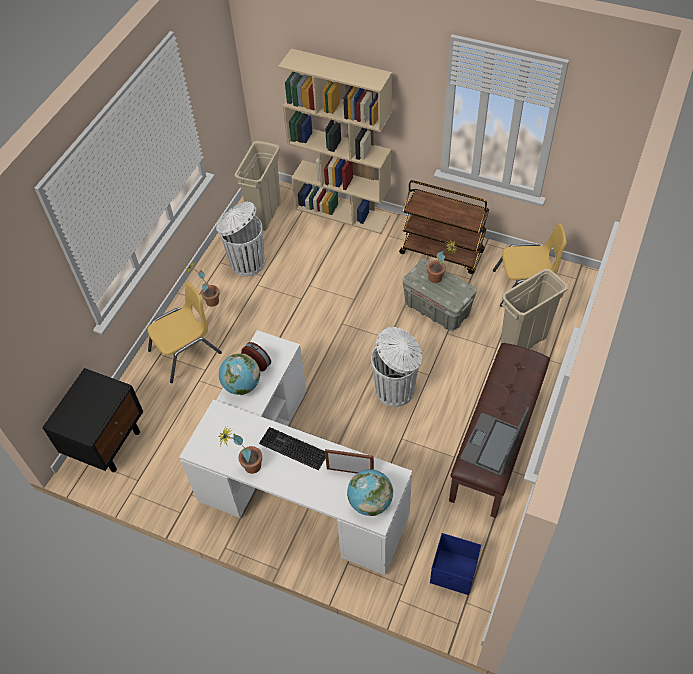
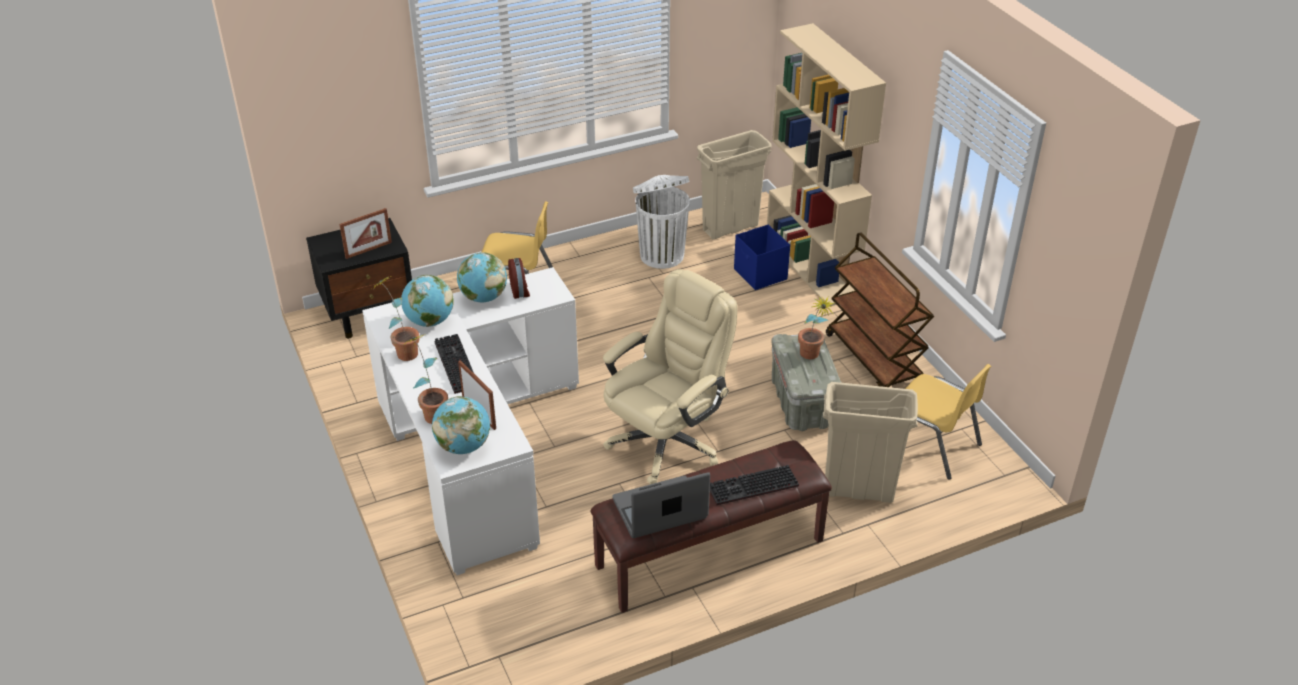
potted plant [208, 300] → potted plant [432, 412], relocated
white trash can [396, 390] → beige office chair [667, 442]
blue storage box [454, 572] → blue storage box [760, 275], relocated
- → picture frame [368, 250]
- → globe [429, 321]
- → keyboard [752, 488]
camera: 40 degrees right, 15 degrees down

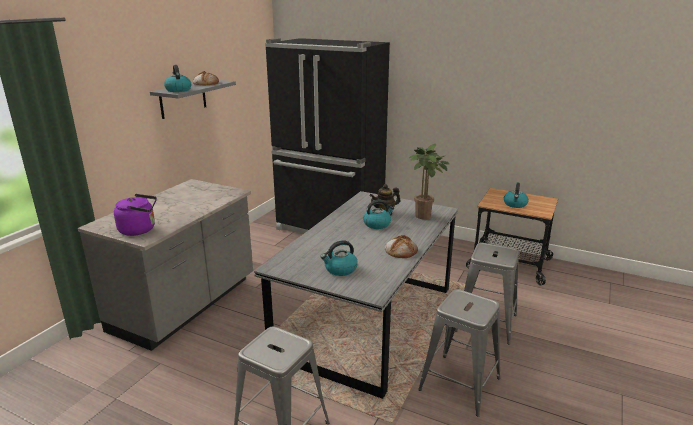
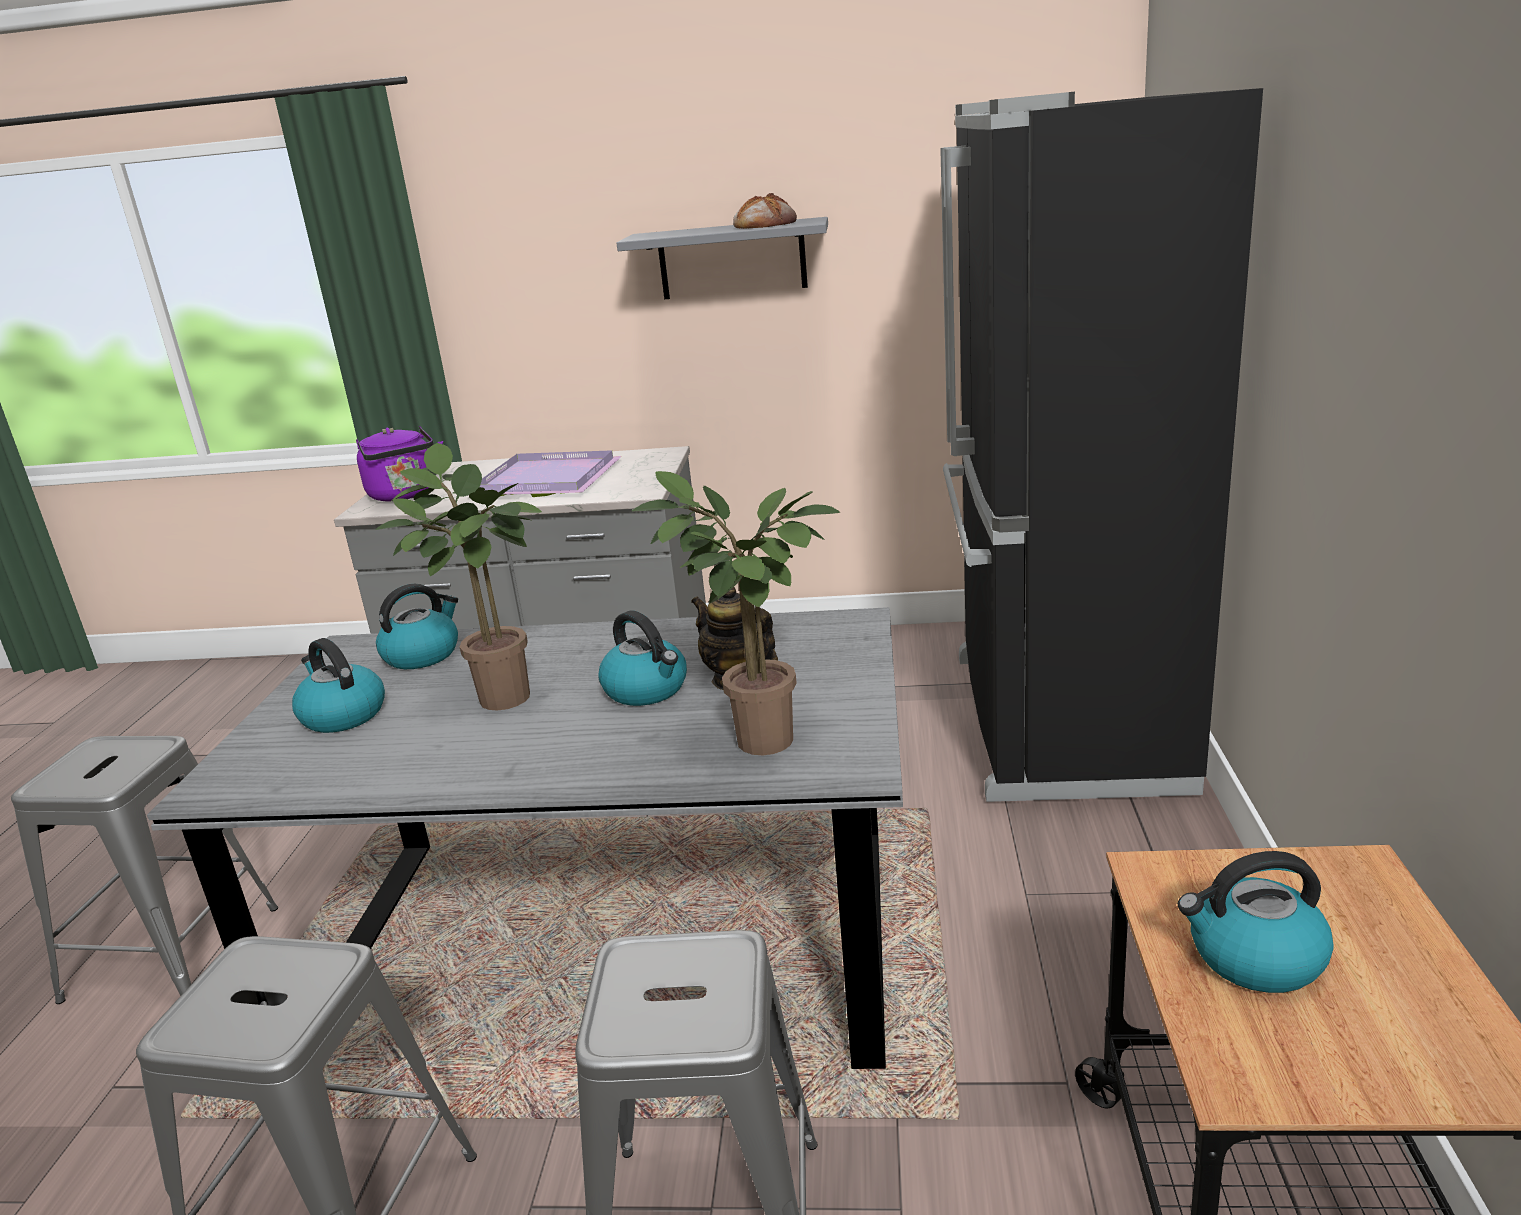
kettle [178, 90] → kettle [422, 654], relocated
bread [401, 250] → -
- → potted plant [495, 699]
- → purple tray [550, 479]
camera: 70 degrees right, 0 degrees up

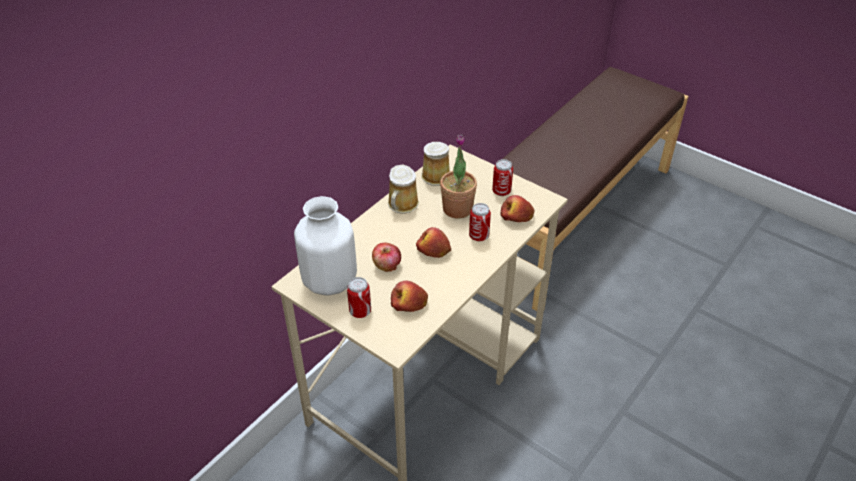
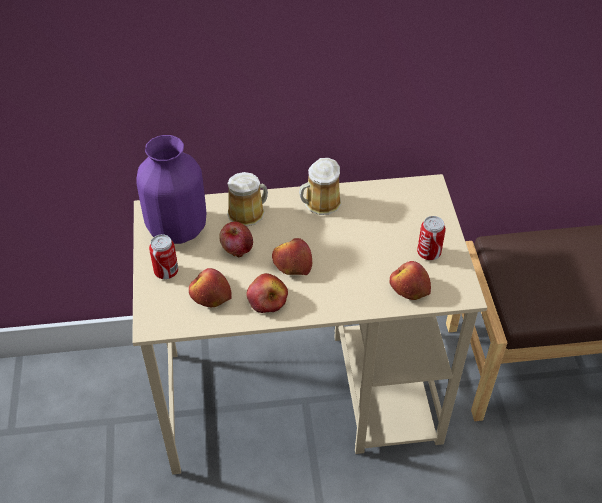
white vase [330, 281] → purple vase [178, 228]
mug [436, 175] → mug [248, 213], relocated
potted plant [457, 209] → -
can [479, 236] → -
- → apple [267, 299]
camera: 45 degrees right, 5 degrees up

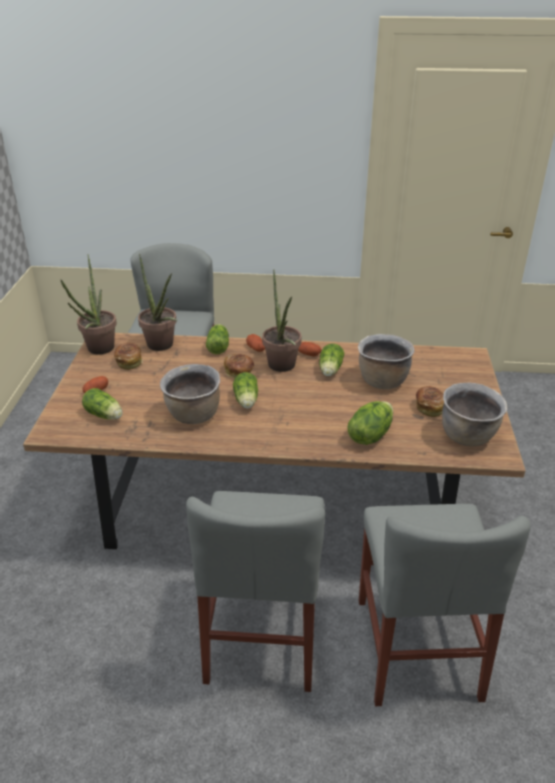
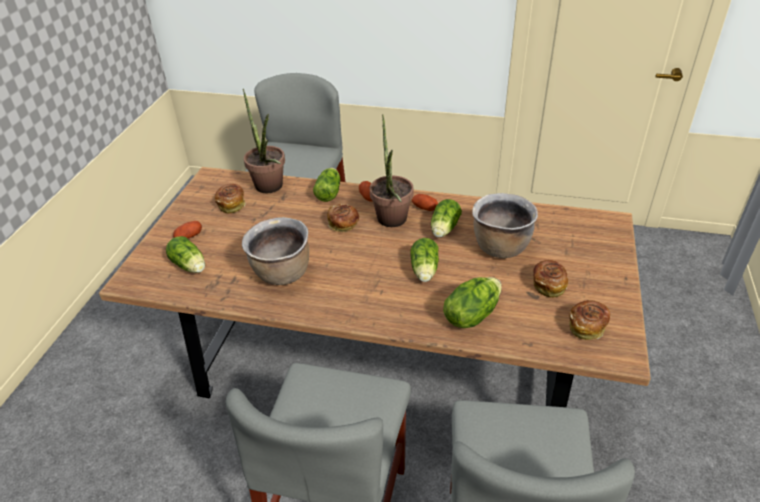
potted plant [98, 351] → -
lettuce [246, 401] → lettuce [424, 271], relocated
brown cooking pot [467, 436] → bread [587, 326]
camera: 10 degrees right, 5 degrees up

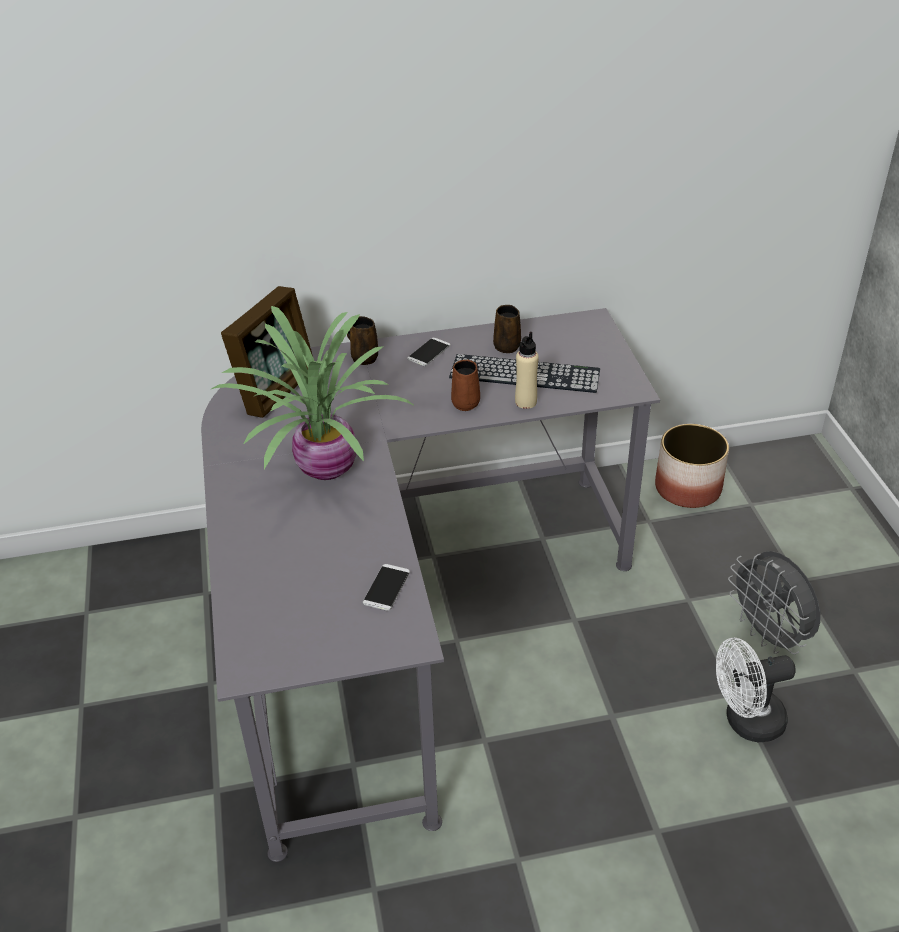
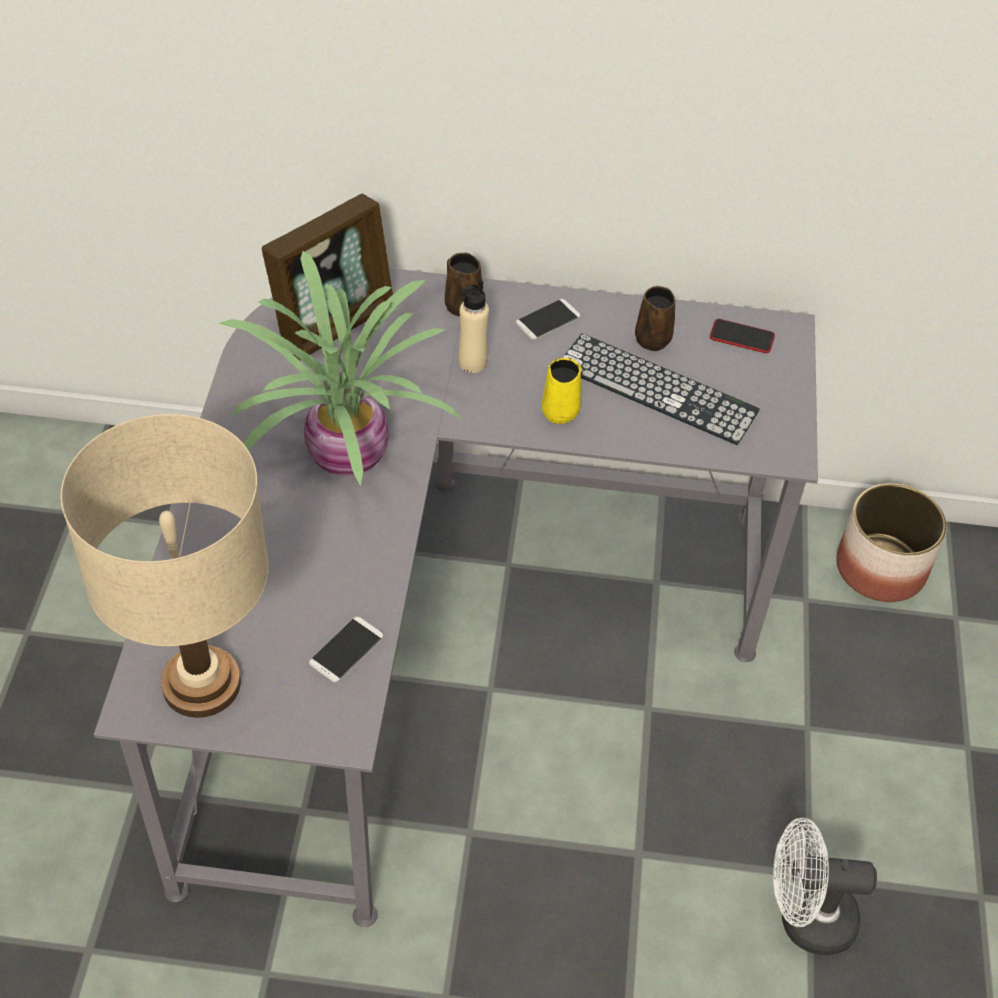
brown mug [466, 402] → yellow mug [561, 410]
beige bottle [525, 402] → beige bottle [472, 363], relocated
grey fan [768, 635] → -
- → beige table lamp [202, 684]
- → phone [741, 337]
camera: 15 degrees right, 10 degrees up

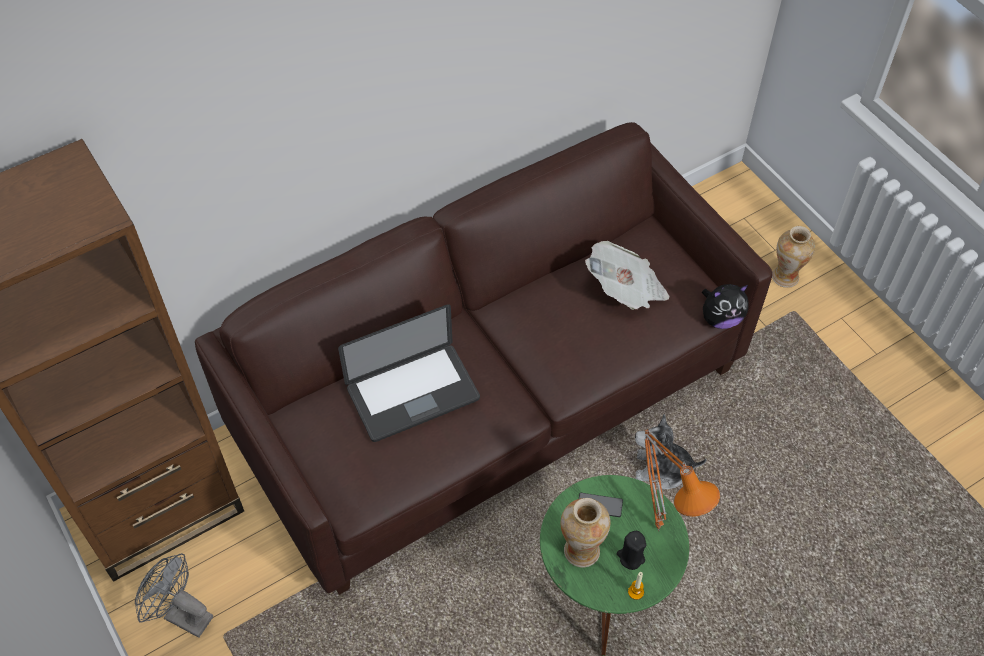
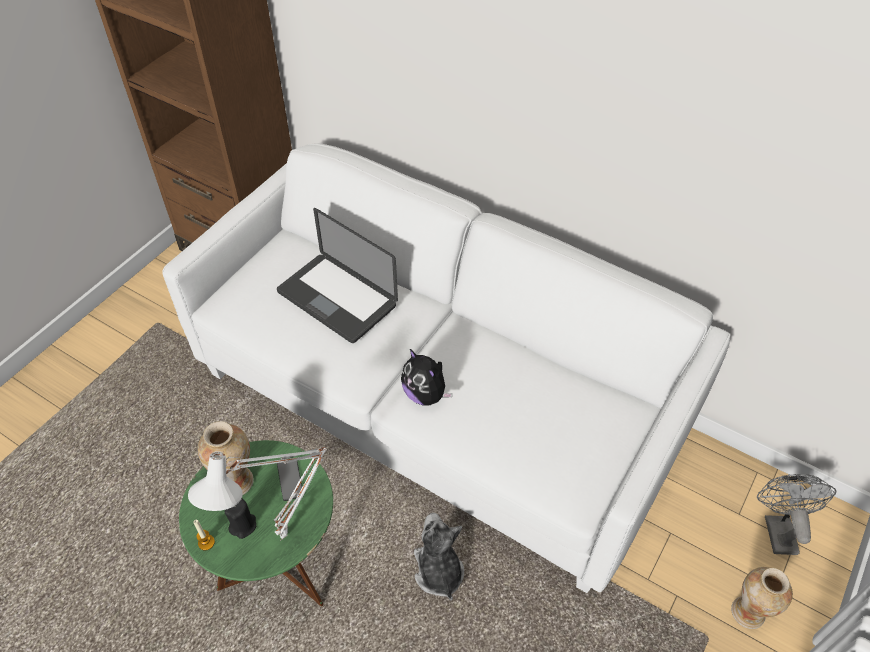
grey fan [182, 615] → grey fan [778, 528], relocated
brown sofa [491, 401] → white sofa [436, 405]
newspaper [626, 290] → -
orange table lamp [660, 527] → white table lamp [286, 540]
plush toy [720, 319] → plush toy [426, 394], relocated
camera: 65 degrees right, 5 degrees down

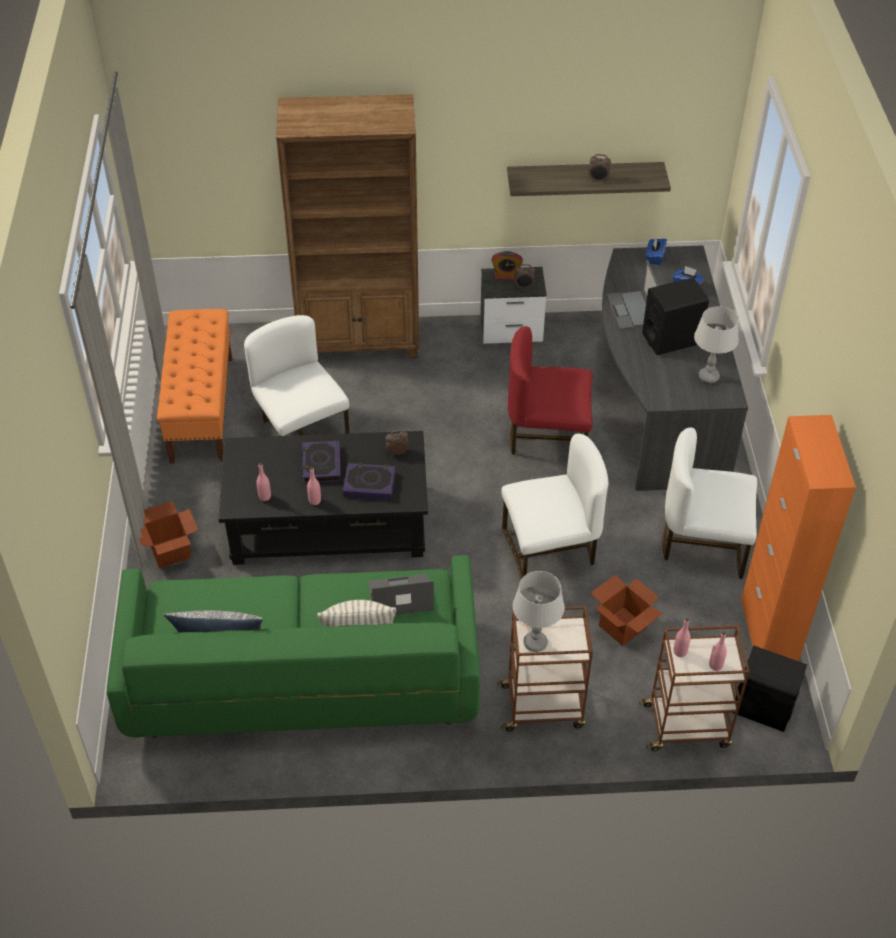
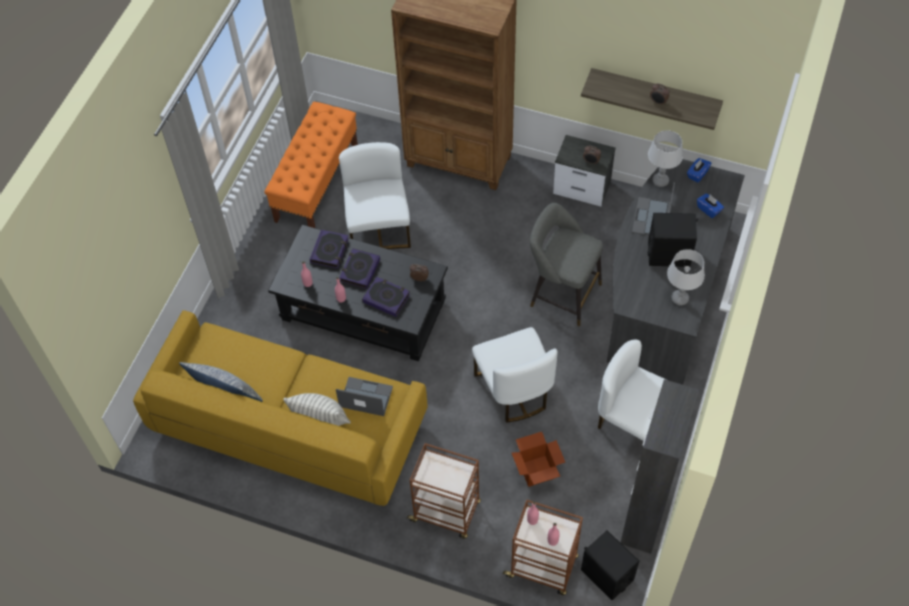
green sofa [302, 676] → yellow sofa [289, 425]
cardboard box [170, 551] → -
alarm clock [506, 276] → -
white chair [550, 552] → white chair [514, 390], 60 degrees clockwise
red chair [548, 438] → grey stool [561, 293]
grey table lamp [535, 643] → grey table lamp [660, 181], relocated
orange cabinet [768, 633] → black cabinet [644, 517]
- → book [330, 251]
camera: 25 degrees right, 10 degrees up

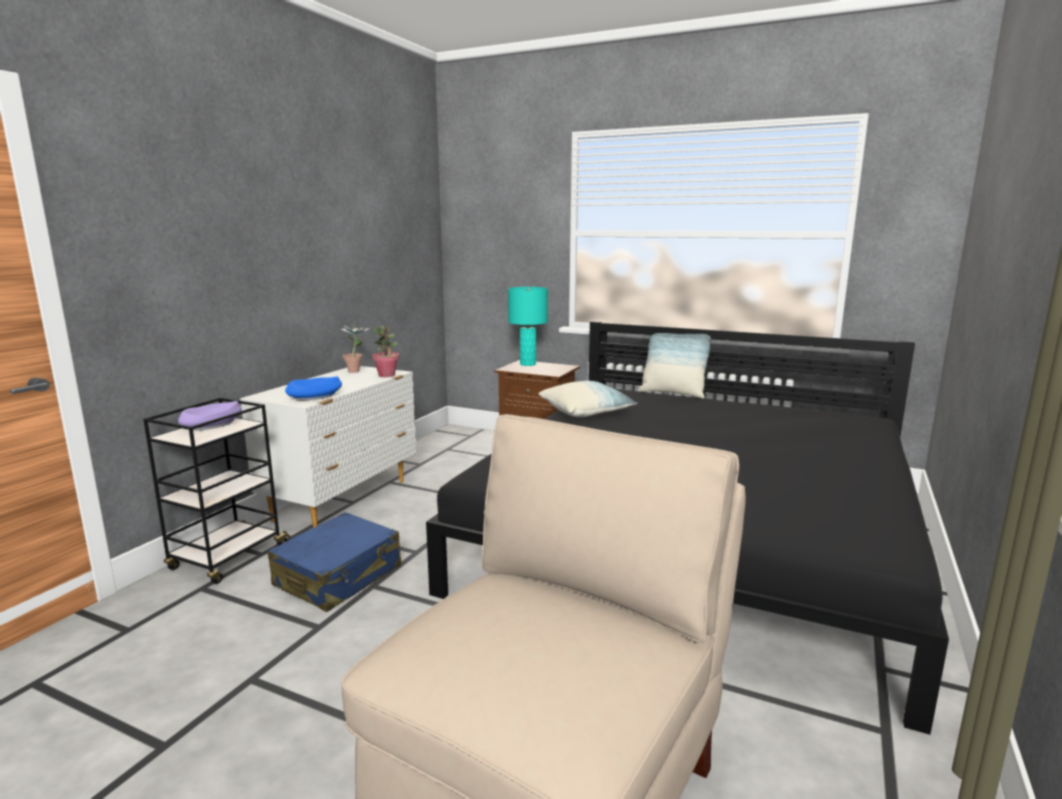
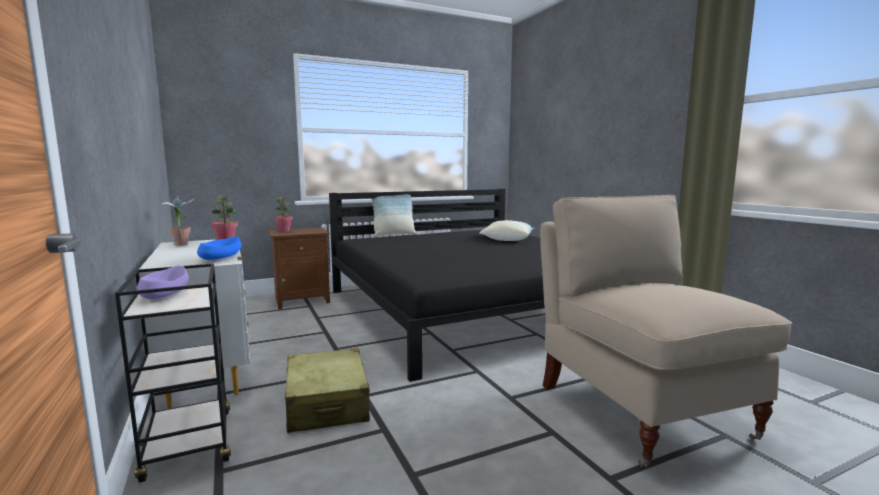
blue suitcase [339, 576] → beige suitcase [327, 403]
turquoise table lamp [528, 364] → potted plant [284, 231]
pillow [586, 412] → pillow [507, 239], relocated
camera: 50 degrees left, 5 degrees down

